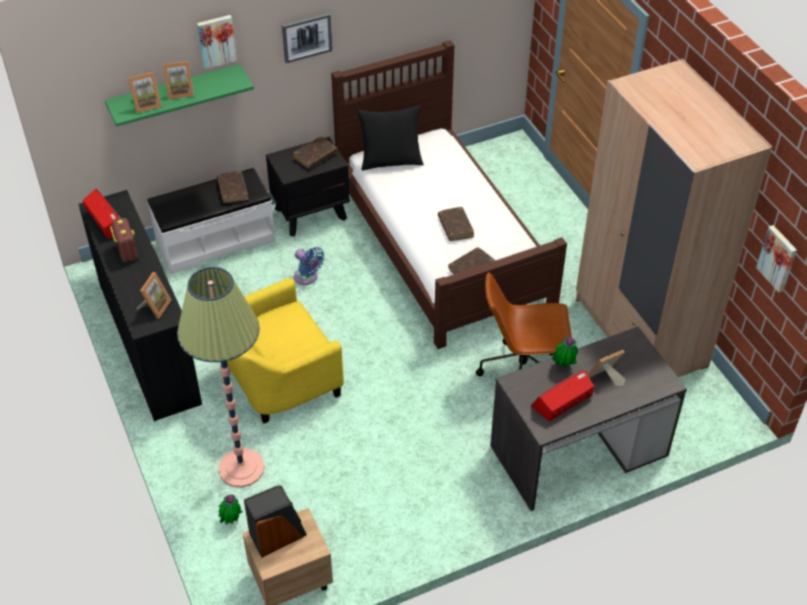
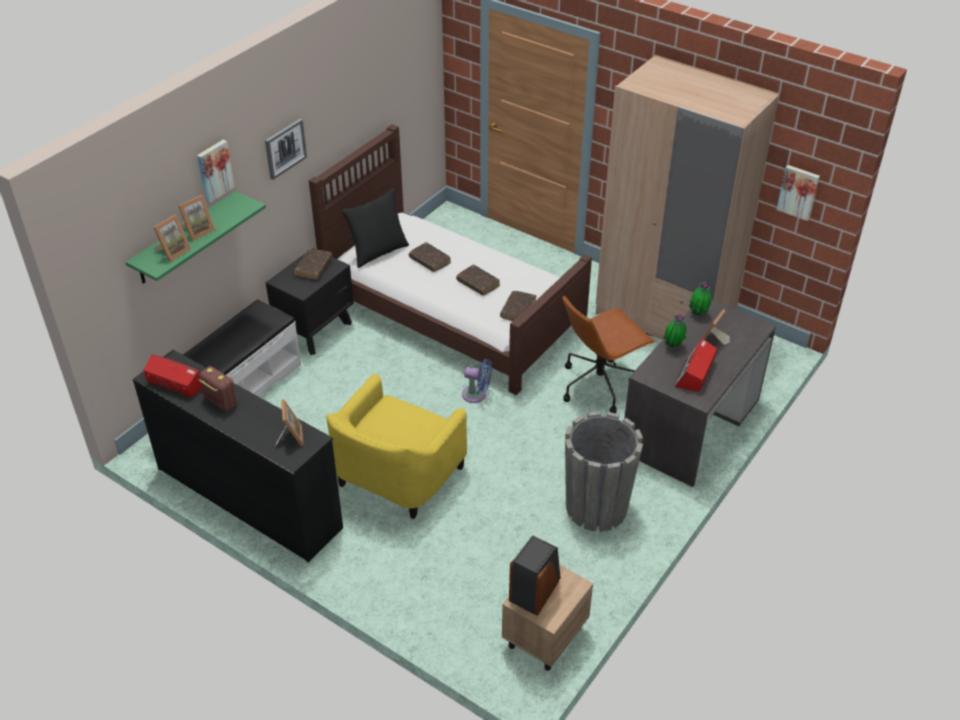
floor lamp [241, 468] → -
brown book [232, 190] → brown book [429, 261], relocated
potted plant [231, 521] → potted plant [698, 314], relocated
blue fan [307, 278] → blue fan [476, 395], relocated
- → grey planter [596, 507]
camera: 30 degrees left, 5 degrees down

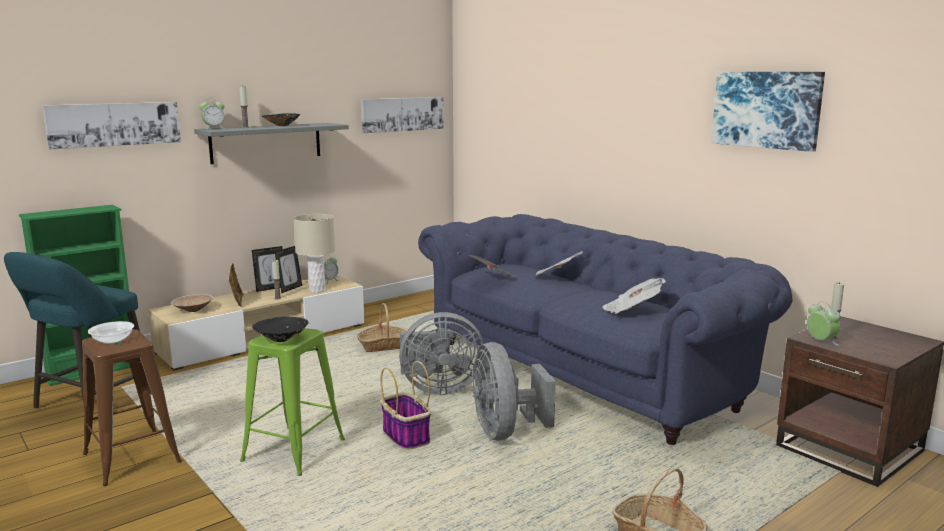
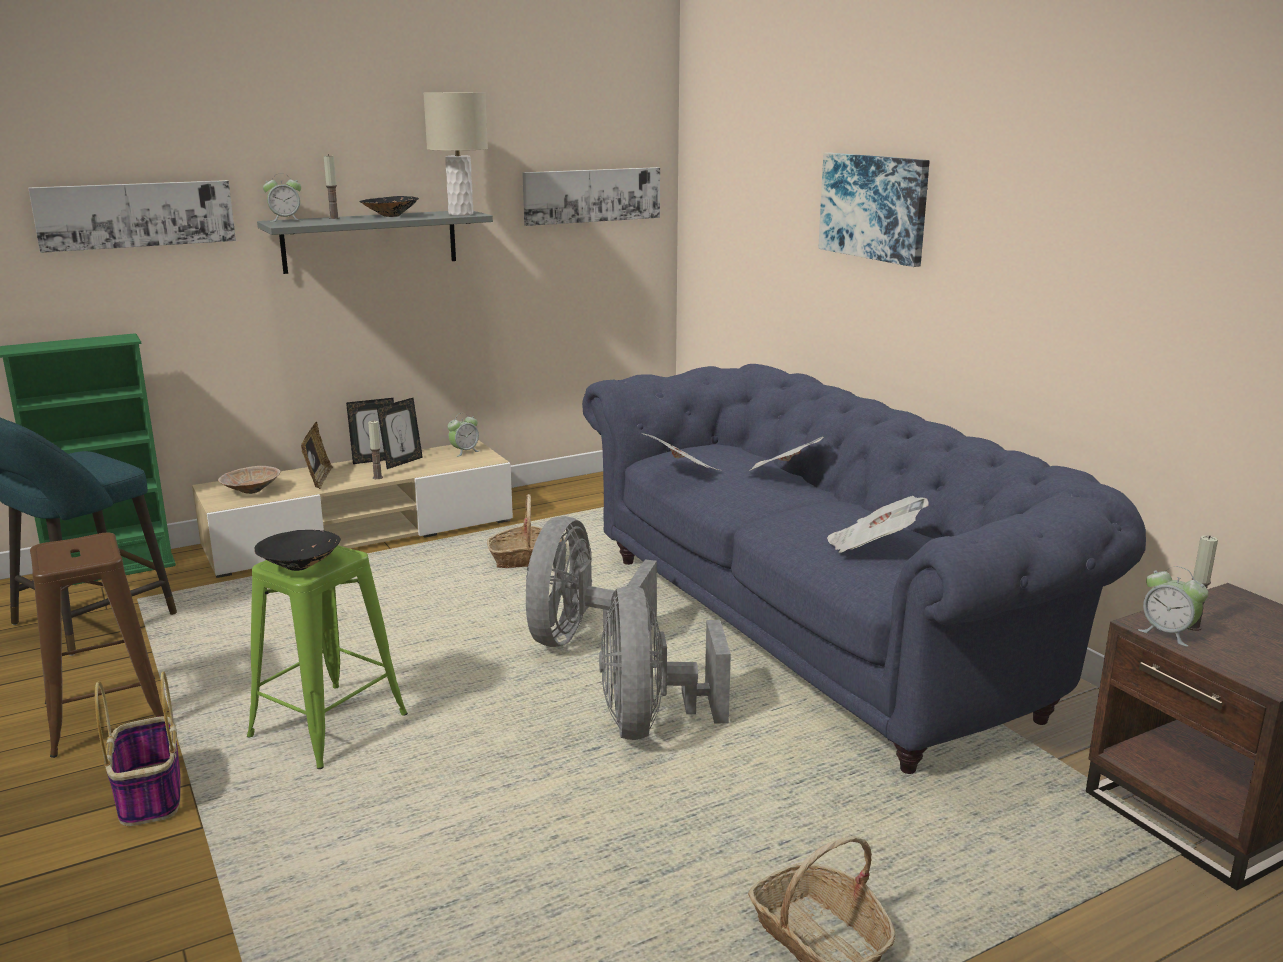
bowl [113, 340] → -
beige table lamp [317, 290] → beige table lamp [460, 214], relocated
basket [405, 436] → basket [150, 794], relocated
grey fan [438, 389] → grey fan [578, 639], 105 degrees clockwise
picture [766, 109] → picture [874, 207], relocated
alarm clock [821, 341] → alarm clock [1167, 634], 150 degrees clockwise
camera: 10 degrees right, 5 degrees up

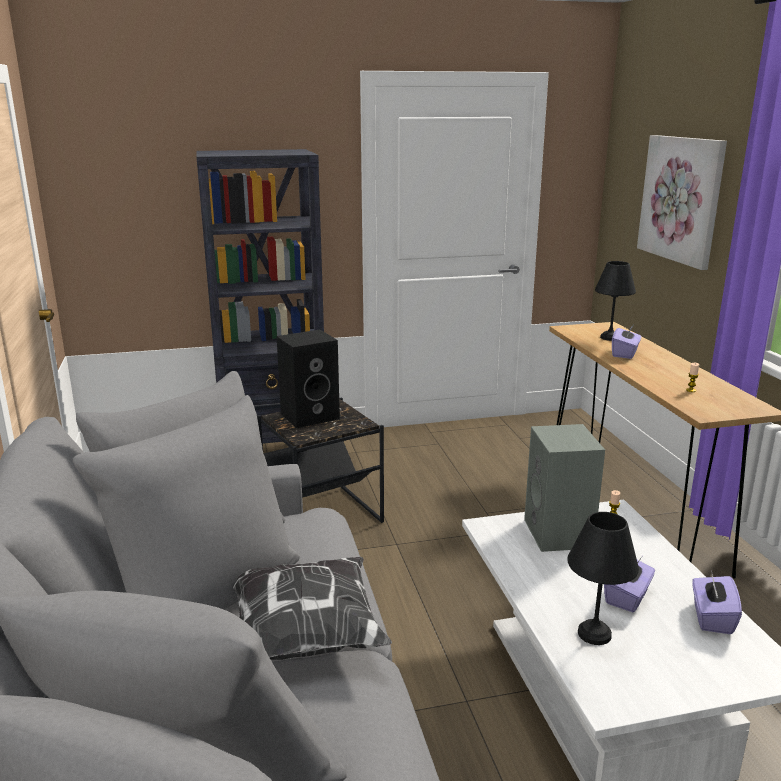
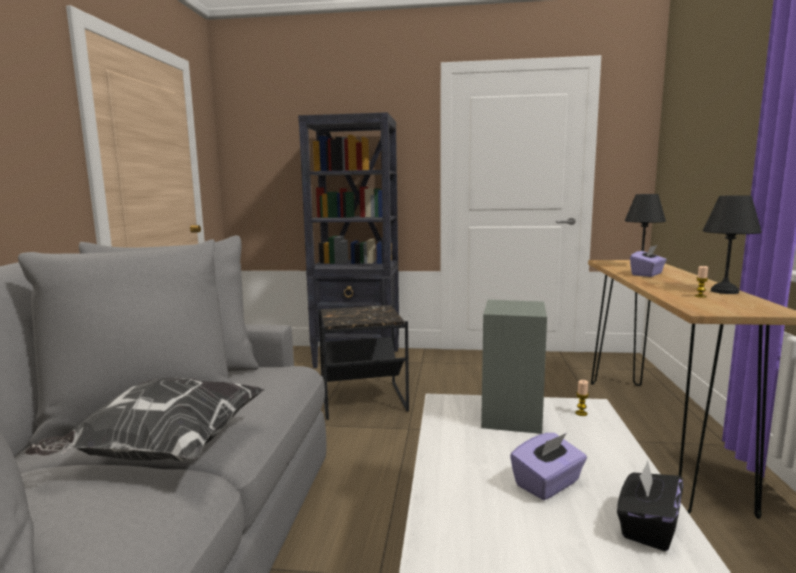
black speaker [310, 415] → -
black table lamp [595, 635] → black table lamp [725, 291], relocated
picture [682, 199] → -
purple tissue box [711, 618] → black tissue box [647, 526]
camera: 20 degrees right, 10 degrees down

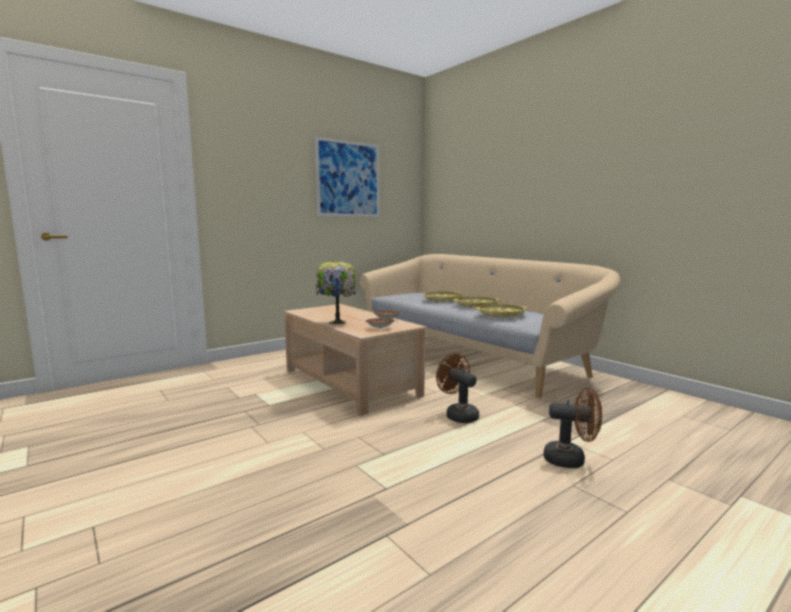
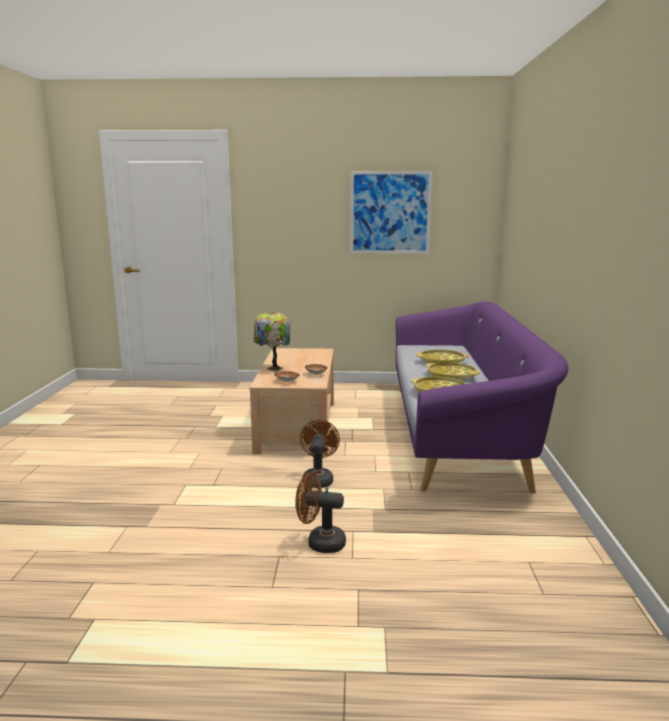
beige sofa [471, 355] → purple sofa [458, 431]
brown fan [571, 460] → brown fan [320, 543], 135 degrees clockwise
camera: 40 degrees right, 5 degrees up

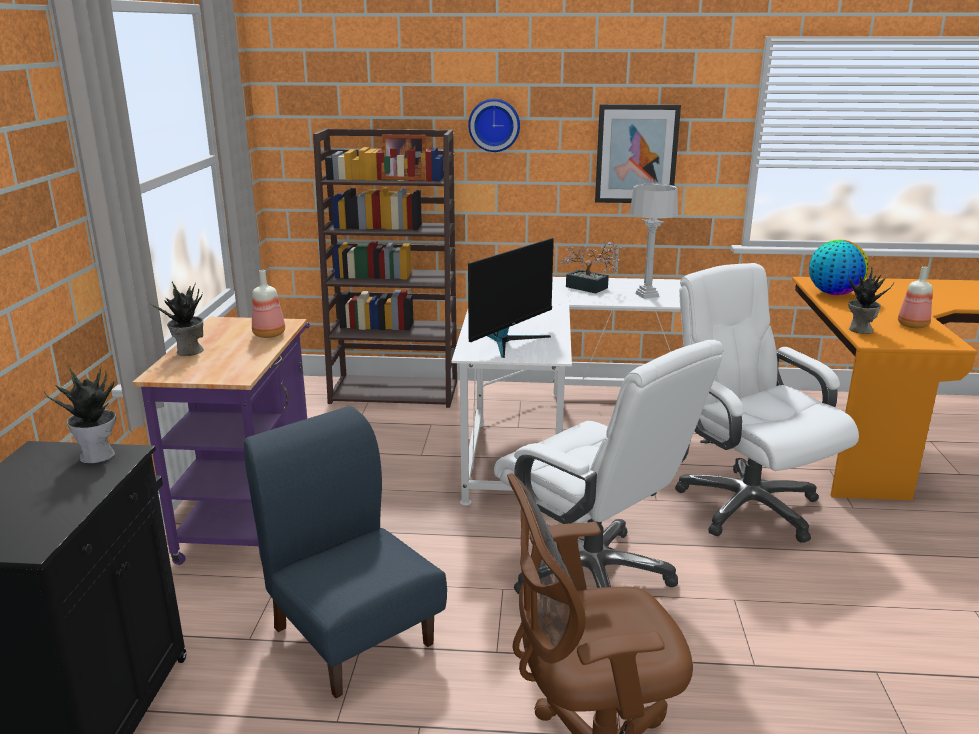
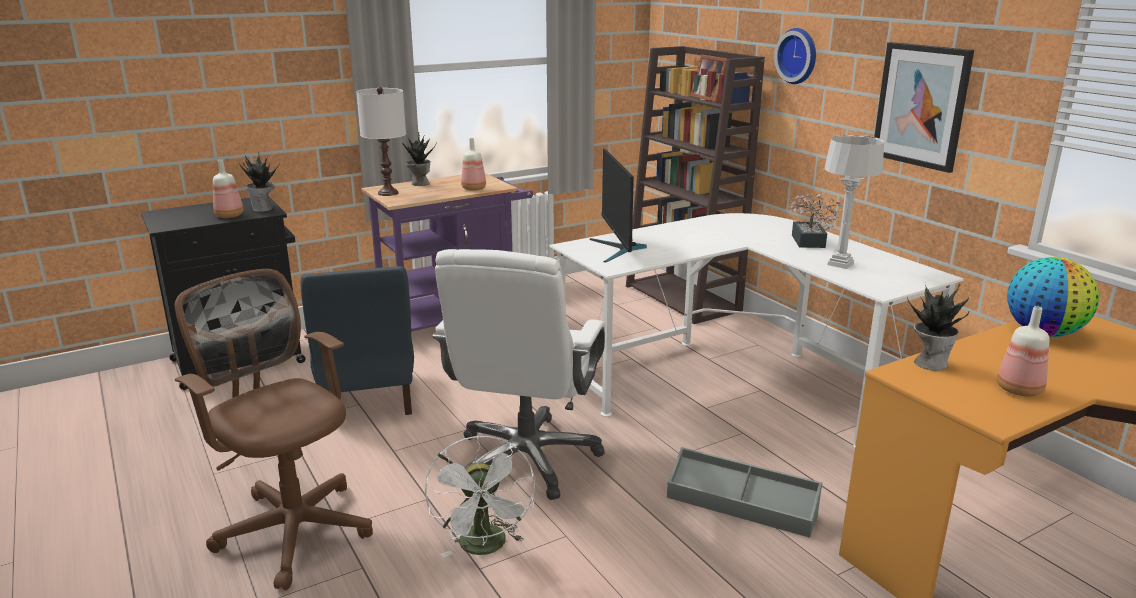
blue chair [353, 634] → blue chair [366, 398], 150 degrees clockwise
monitor [509, 341] → monitor [618, 249], 75 degrees clockwise
white office chair [747, 505] → grey storage box [741, 504]
- → bottle [230, 215]
- → white table lamp [388, 193]
- → white fan [485, 548]
camera: 55 degrees right, 0 degrees up

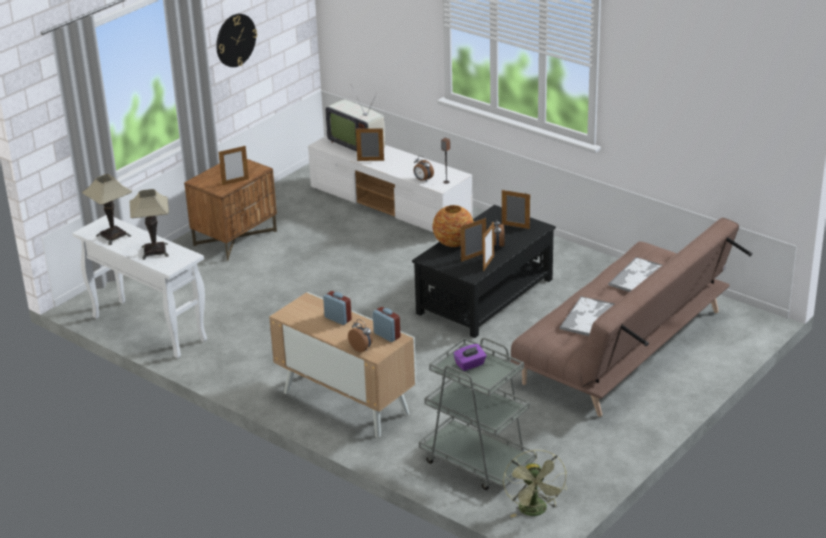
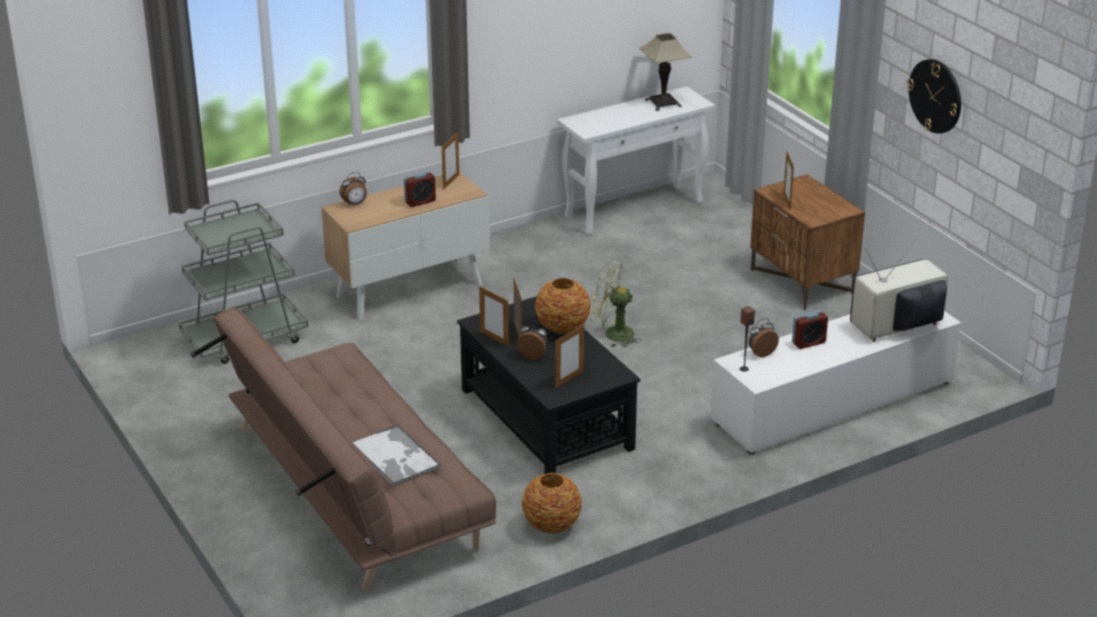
table lamp [155, 251] → -
picture frame [370, 160] → picture frame [451, 182], relocated
alarm clock [387, 335] → alarm clock [808, 342], relocated
purple tissue box [470, 365] → -
green fan [535, 511] → green fan [612, 334], relocated
tray [589, 317] → -
- → vase [551, 524]
camera: 110 degrees right, 0 degrees up

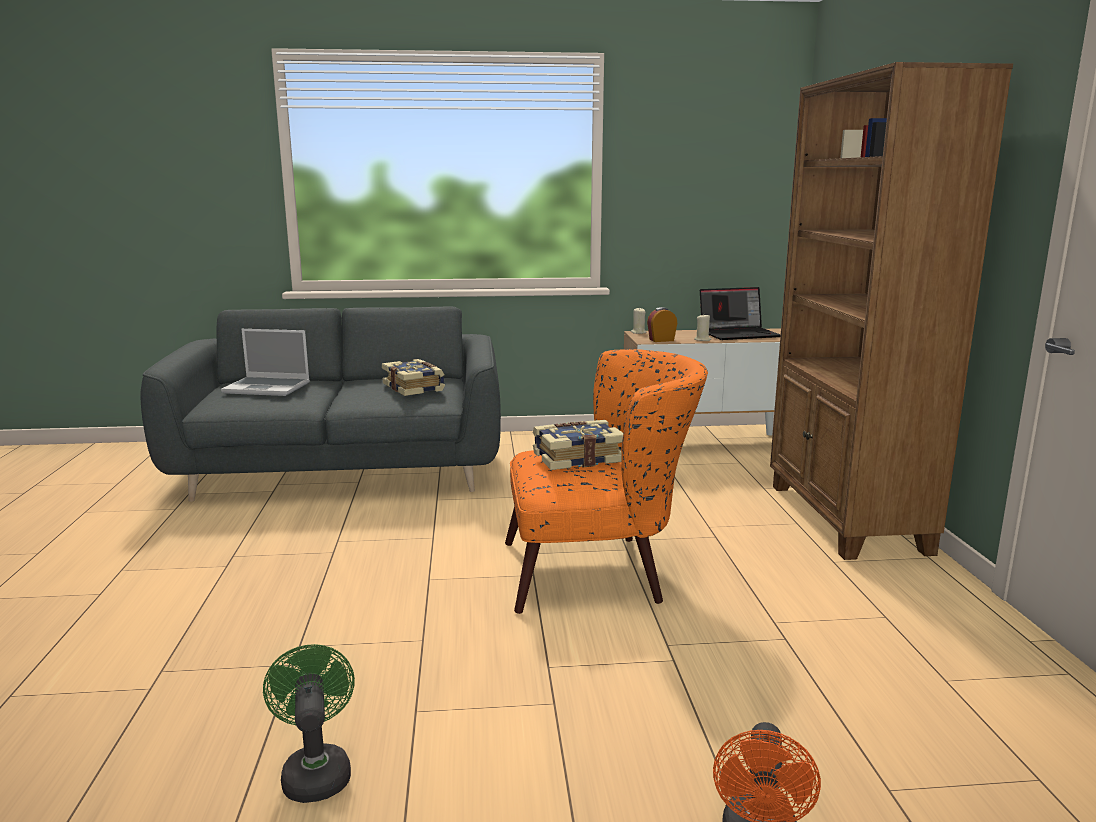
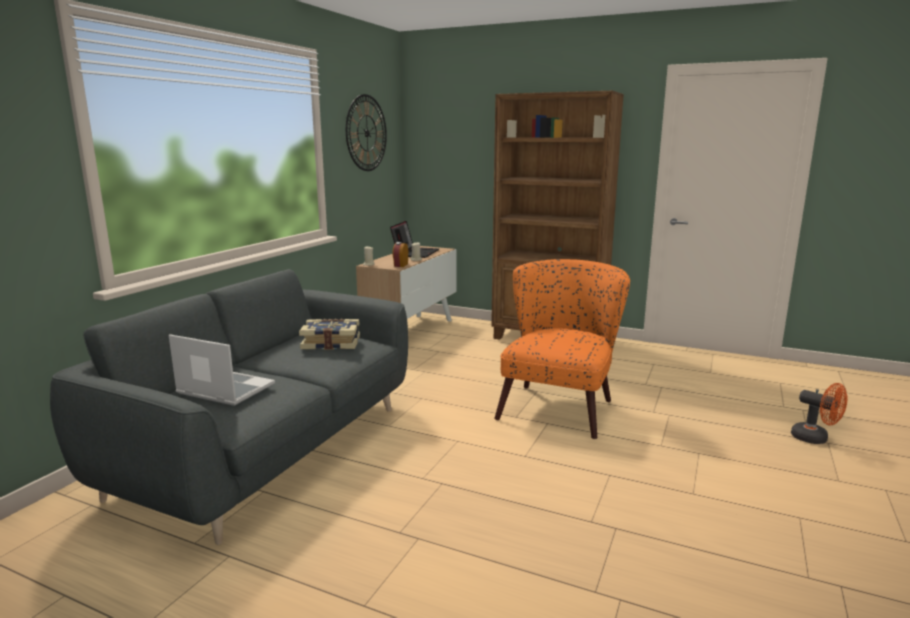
laptop [268, 388] → laptop [224, 389], 105 degrees counterclockwise
green fan [316, 771] → -
book [577, 458] → -
- → wall clock [366, 133]
camera: 60 degrees left, 0 degrees up

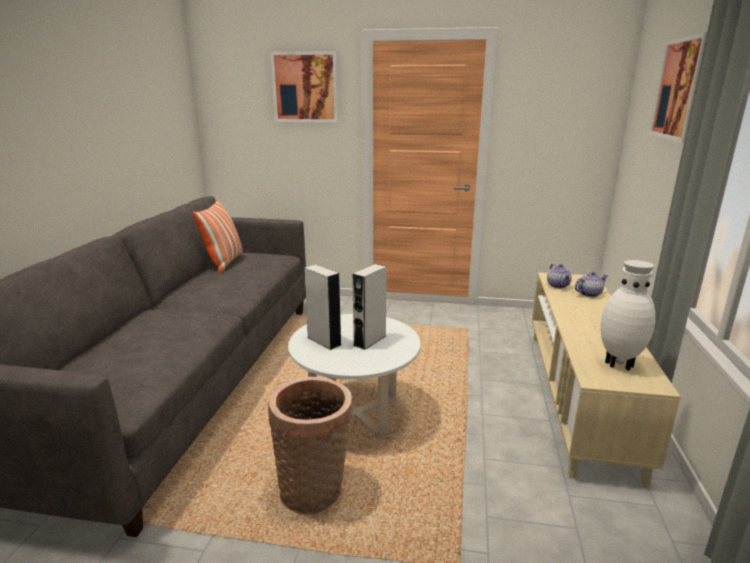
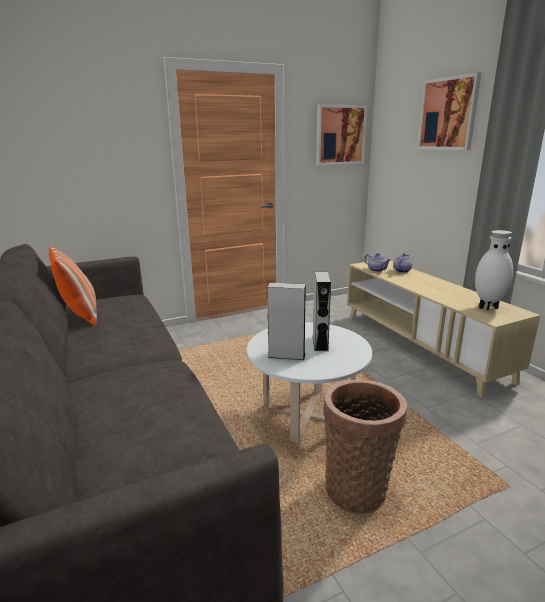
picture [305, 87] → picture [340, 135], relocated
camera: 35 degrees left, 0 degrees up

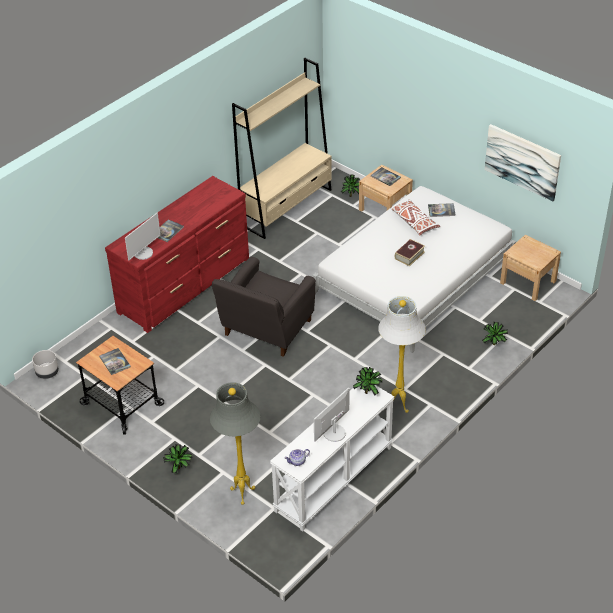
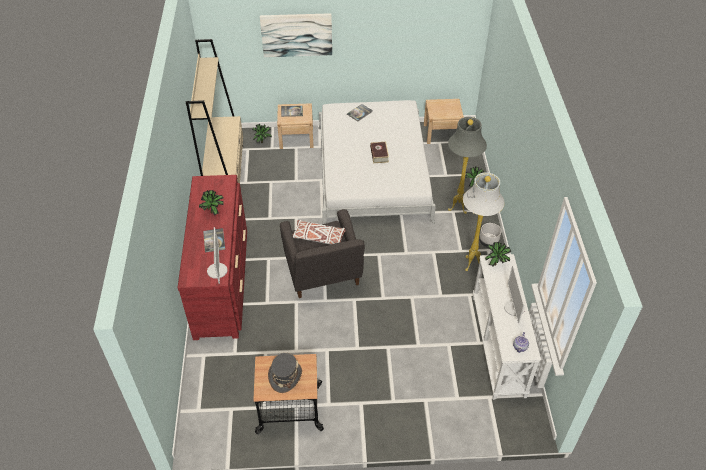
grey planter [47, 373] → grey planter [488, 242], relocated
book [115, 362] → grey hat [285, 376]
potted plant [180, 469] → potted plant [214, 212], relocated
grey floor lamp [241, 494] → grey floor lamp [457, 209], relocated
white pillow [414, 222] → white pillow [319, 237], relocated
picture [522, 161] → picture [296, 34], relocated
camera: 45 degrees left, 5 degrees up

